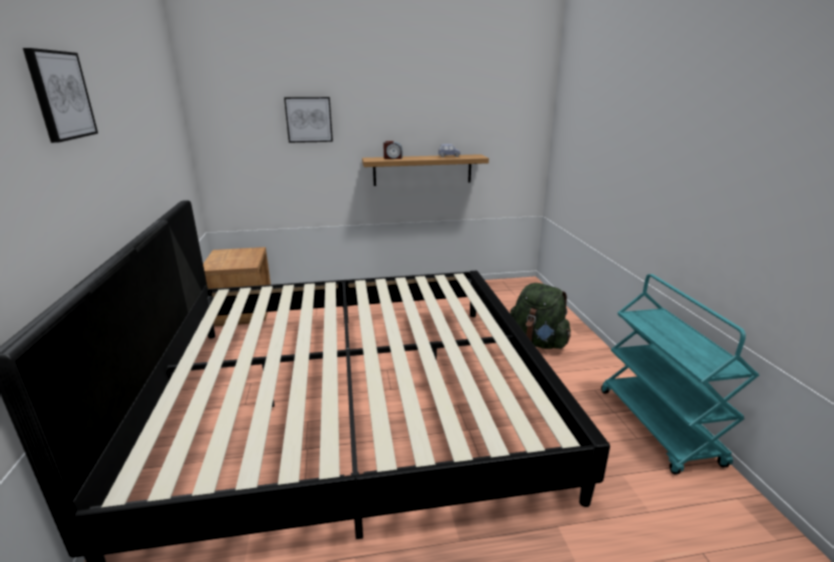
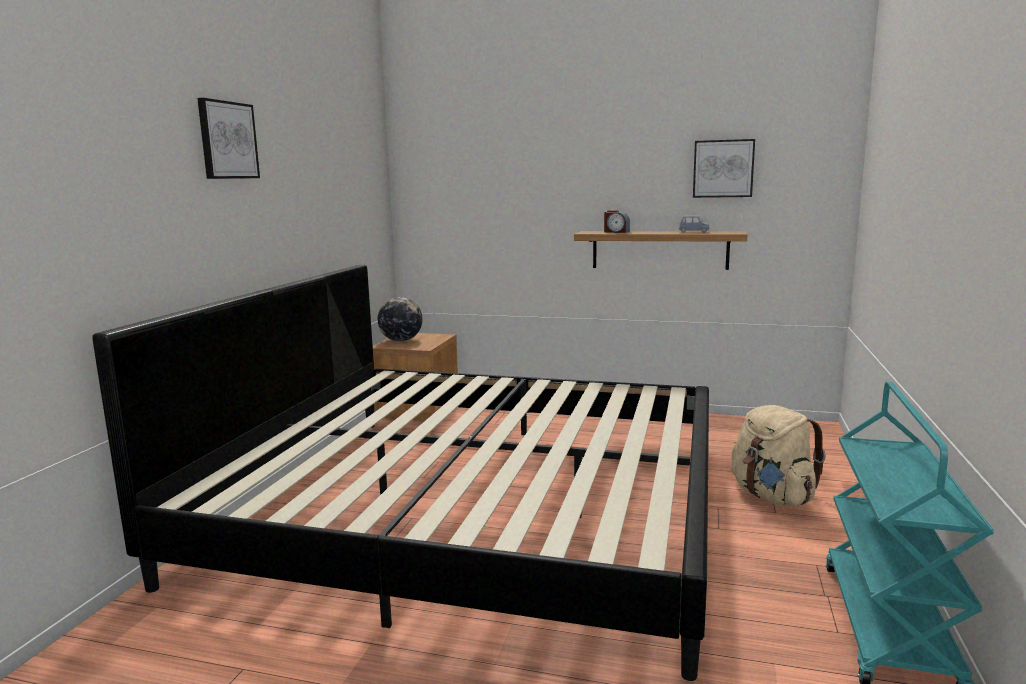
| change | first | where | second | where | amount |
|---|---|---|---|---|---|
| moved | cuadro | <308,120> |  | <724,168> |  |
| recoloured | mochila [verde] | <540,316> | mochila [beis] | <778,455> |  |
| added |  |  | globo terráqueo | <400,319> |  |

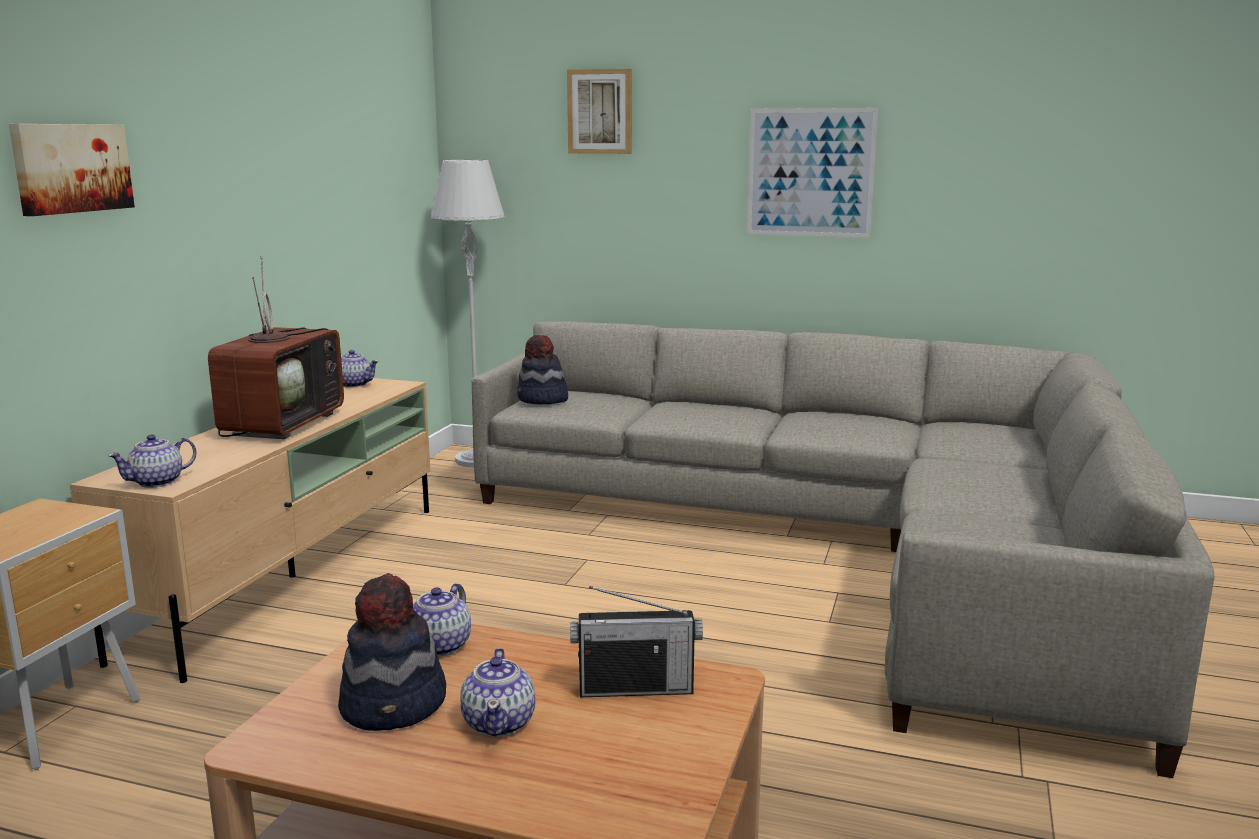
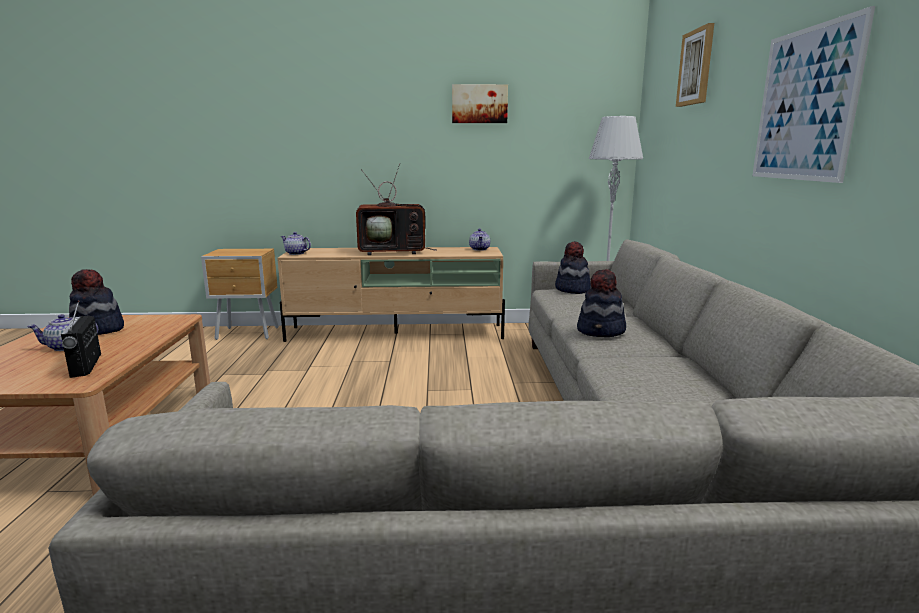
| change | first | where | second | where | amount |
|---|---|---|---|---|---|
| moved | cuadro | <72,170> |  | <480,103> |  |
| removed | tetera | <442,619> |  |  |  |
| added |  |  | sombrero | <601,303> |  |

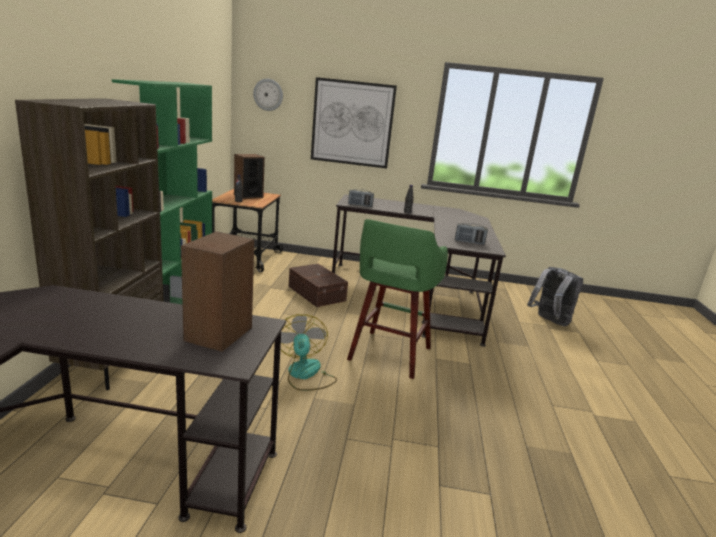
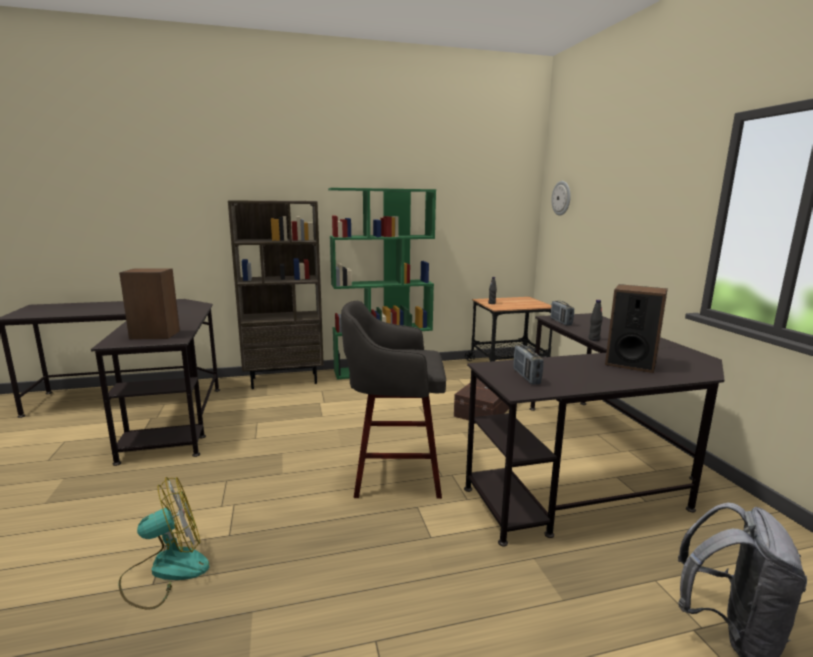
| change | first | where | second | where | amount |
|---|---|---|---|---|---|
| removed | cuadro | <354,123> |  |  |  |
| moved | altavoz | <249,176> |  | <636,328> |  |
| recoloured | taburete [verde] | <397,299> | taburete [gris] | <393,400> |  |
| moved | ventilador | <308,352> |  | <164,543> |  |

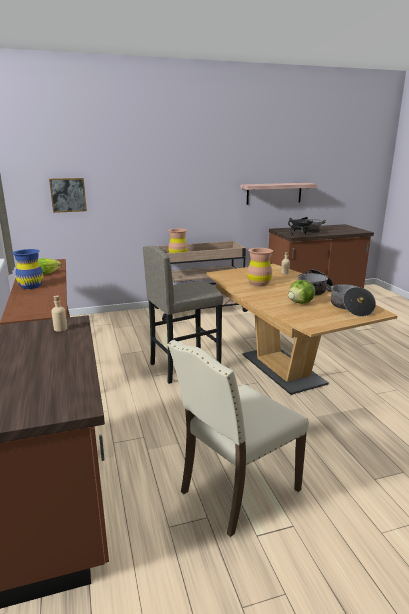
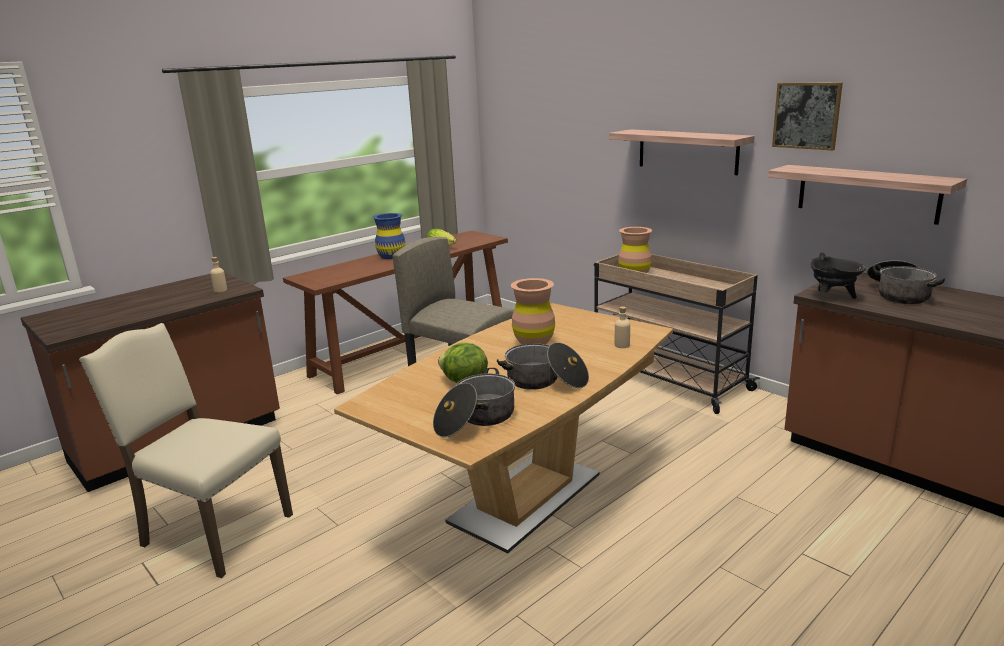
| change | first | where | second | where | amount |
|---|---|---|---|---|---|
| moved | cuadro | <68,195> |  | <807,116> |  |
| added |  |  | estante | <682,152> |  |

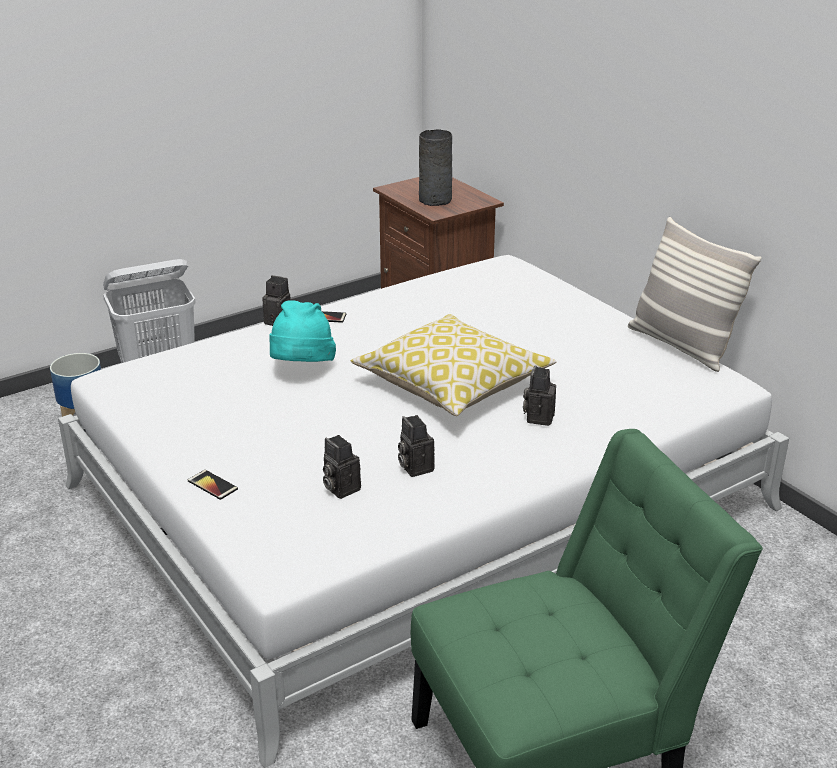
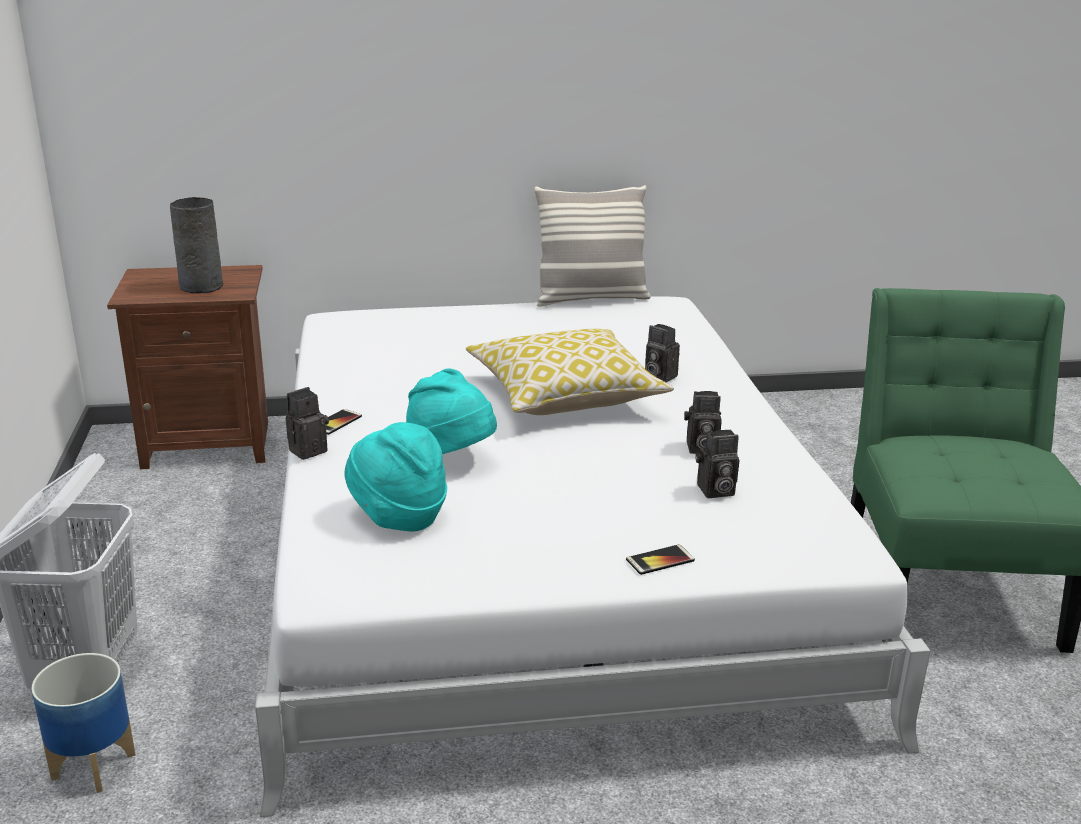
| change | first | where | second | where | amount |
|---|---|---|---|---|---|
| added |  |  | sombrero [turquesa] | <396,476> |  |

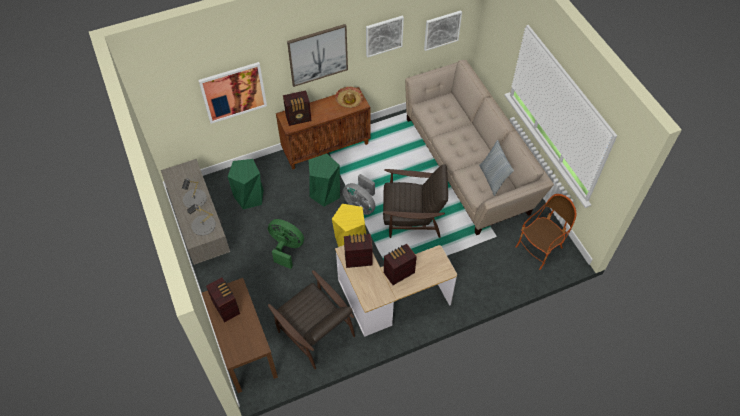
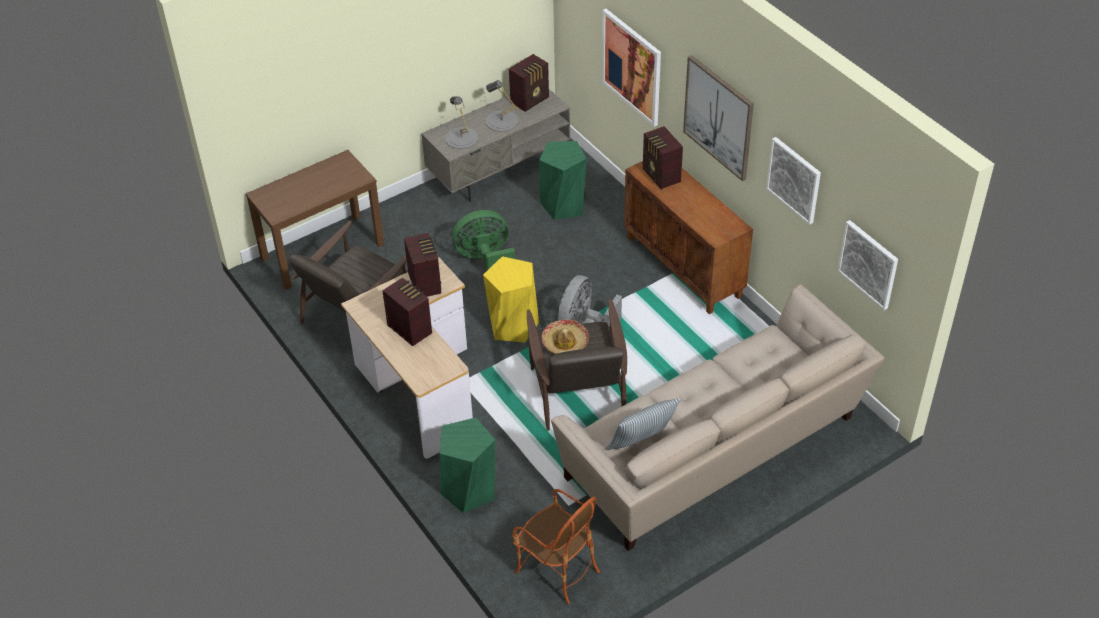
| change | first | where | second | where | amount |
|---|---|---|---|---|---|
| moved | sombrero | <349,97> |  | <565,336> |  |
| moved | taburete [verde] | <324,180> |  | <467,465> |  |
| turned | ventilador [verde] | <286,244> |  | <483,240> | 120 degrees counterclockwise |
| moved | radio | <223,299> |  | <529,83> |  |

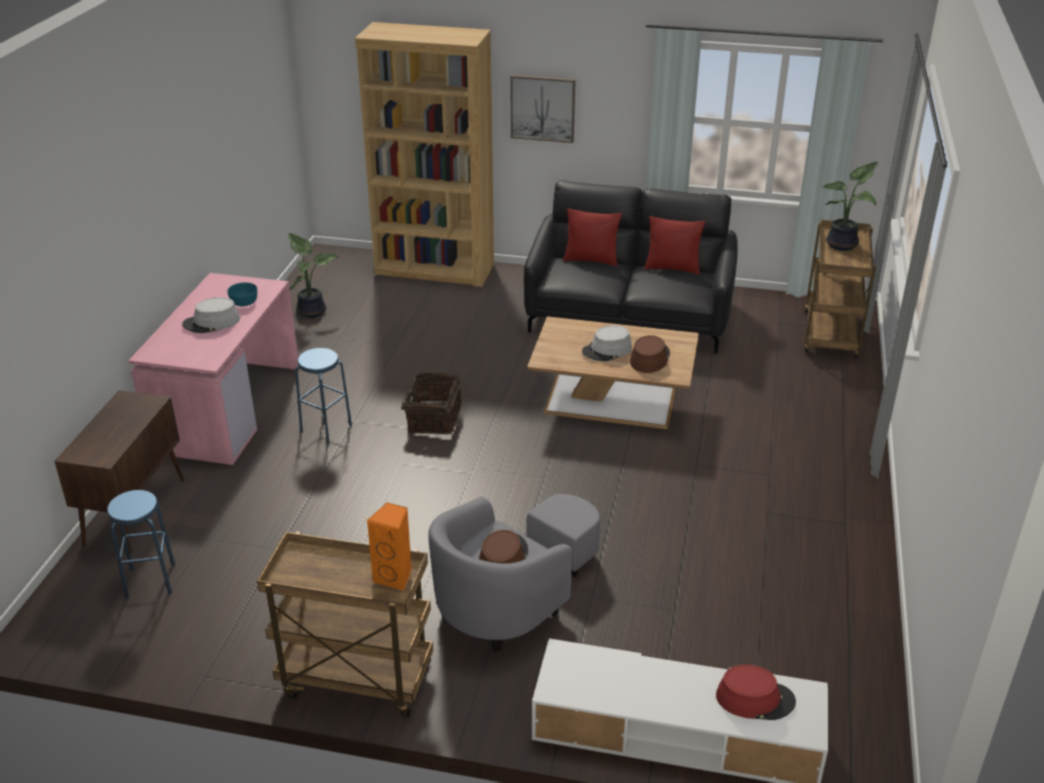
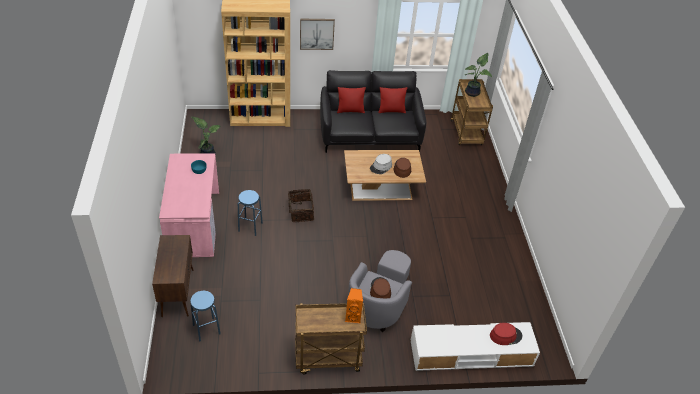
| change | first | where | second | where | amount |
|---|---|---|---|---|---|
| removed | sombrero [gris] | <211,315> |  |  |  |

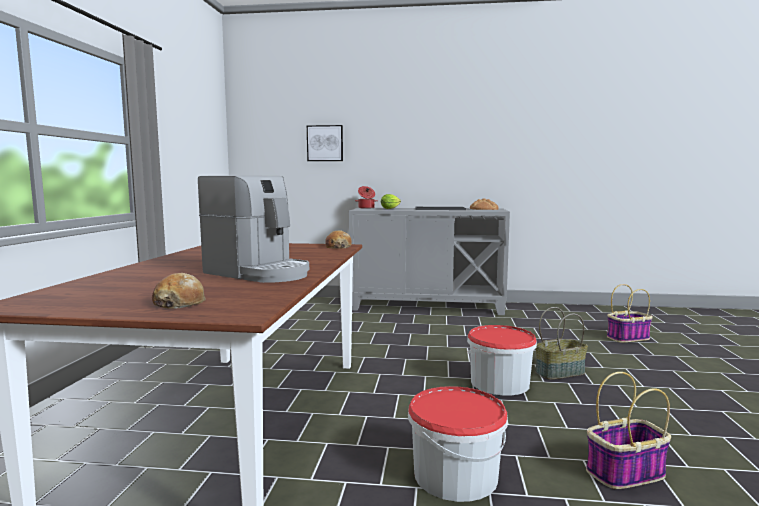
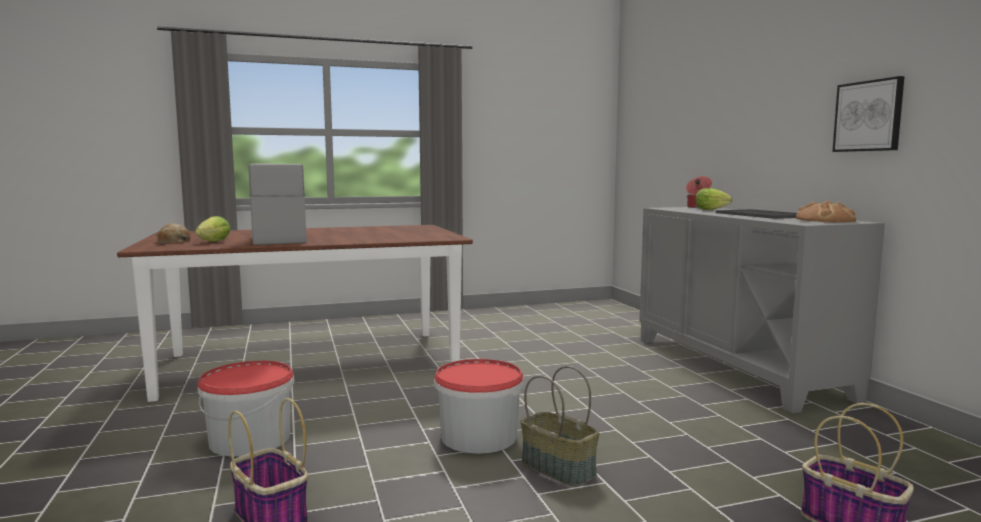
| change | first | where | second | where | amount |
|---|---|---|---|---|---|
| moved | cuadro | <325,143> |  | <868,114> |  |
| turned | cafetera | <253,229> |  | <278,204> | 150 degrees clockwise |
| removed | pan | <338,239> |  |  |  |
| added |  |  | lechuga | <213,229> |  |

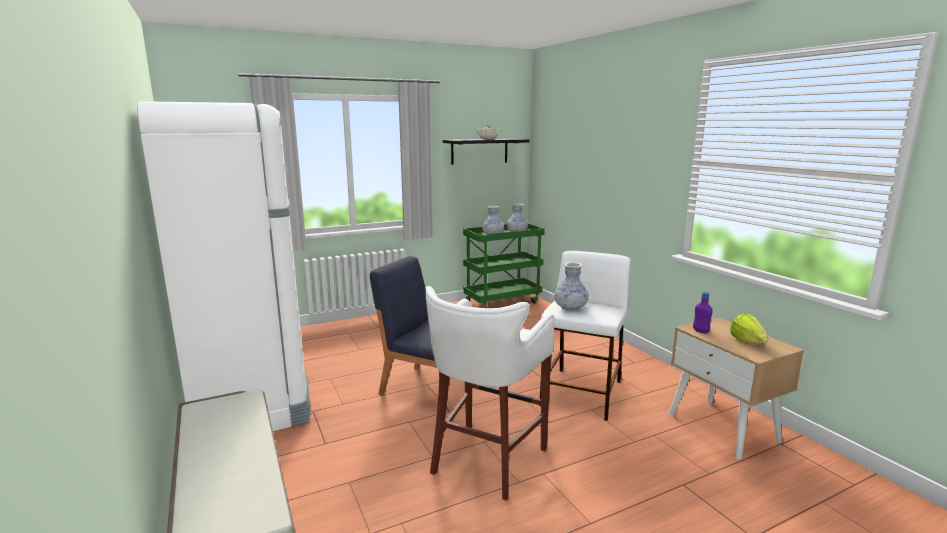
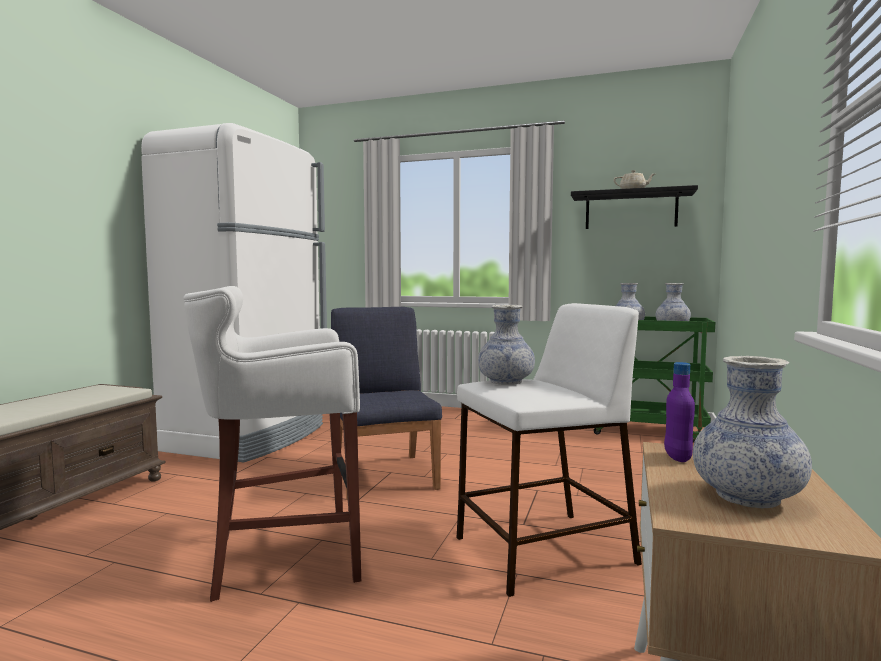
| change | first | where | second | where | amount |
|---|---|---|---|---|---|
| replaced | lechuga | <749,328> | florero | <752,432> |  |

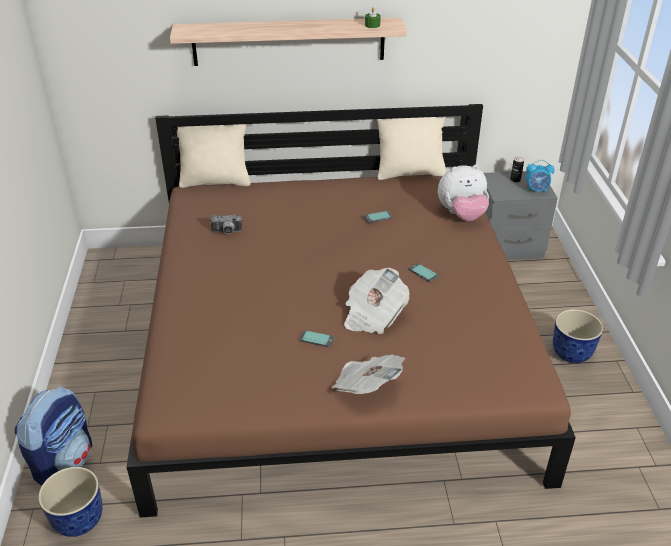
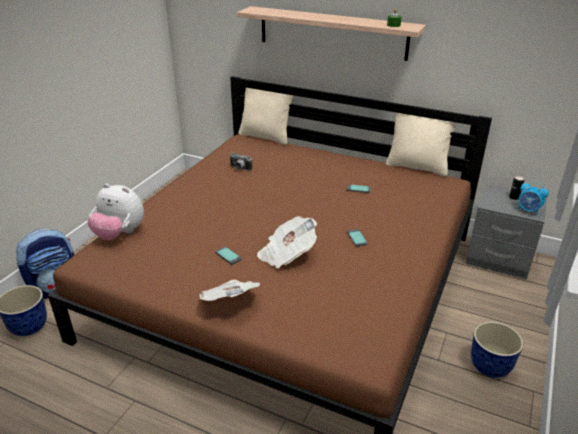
| change | first | where | second | where | amount |
|---|---|---|---|---|---|
| moved | peluche | <463,193> |  | <116,212> |  |

